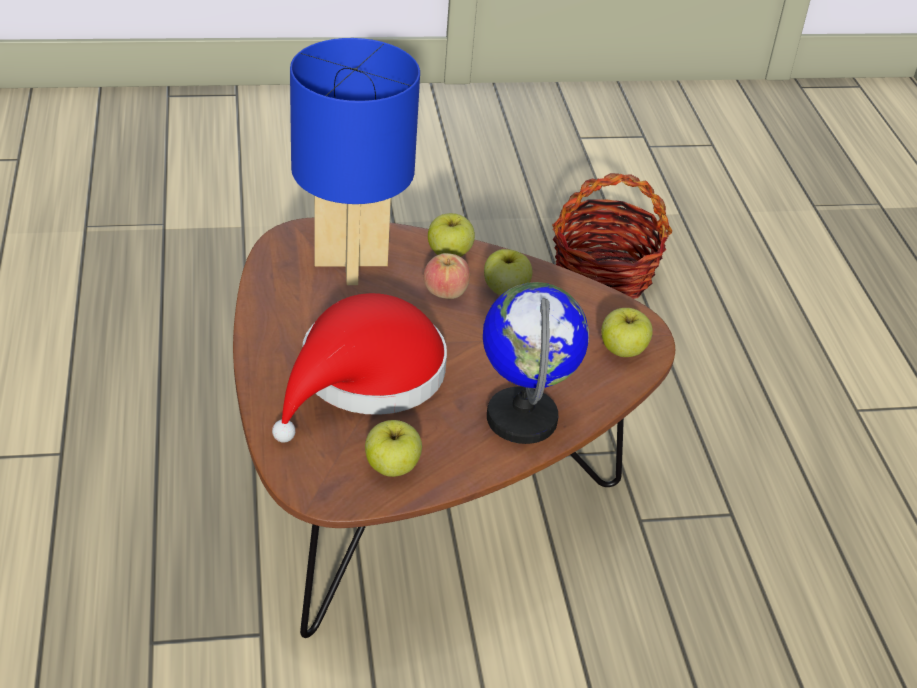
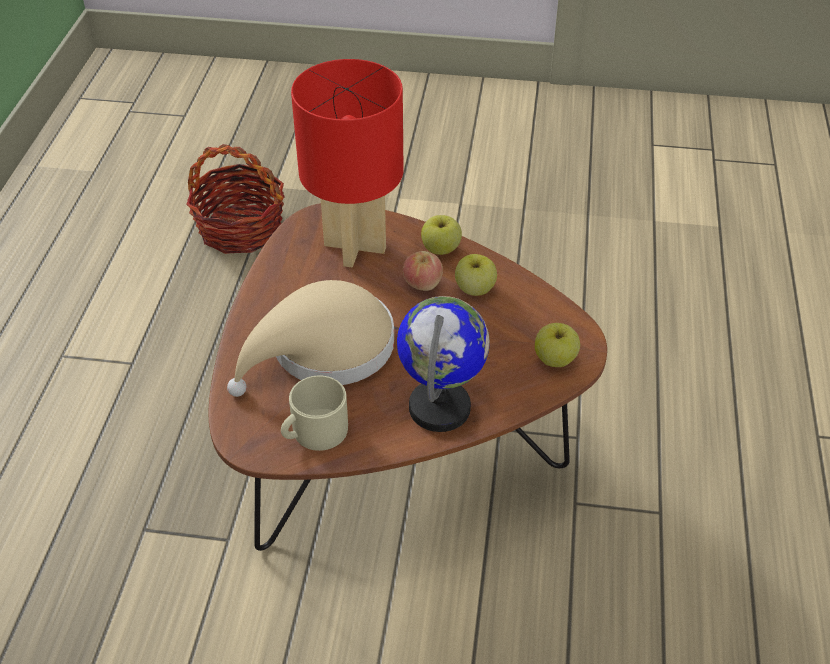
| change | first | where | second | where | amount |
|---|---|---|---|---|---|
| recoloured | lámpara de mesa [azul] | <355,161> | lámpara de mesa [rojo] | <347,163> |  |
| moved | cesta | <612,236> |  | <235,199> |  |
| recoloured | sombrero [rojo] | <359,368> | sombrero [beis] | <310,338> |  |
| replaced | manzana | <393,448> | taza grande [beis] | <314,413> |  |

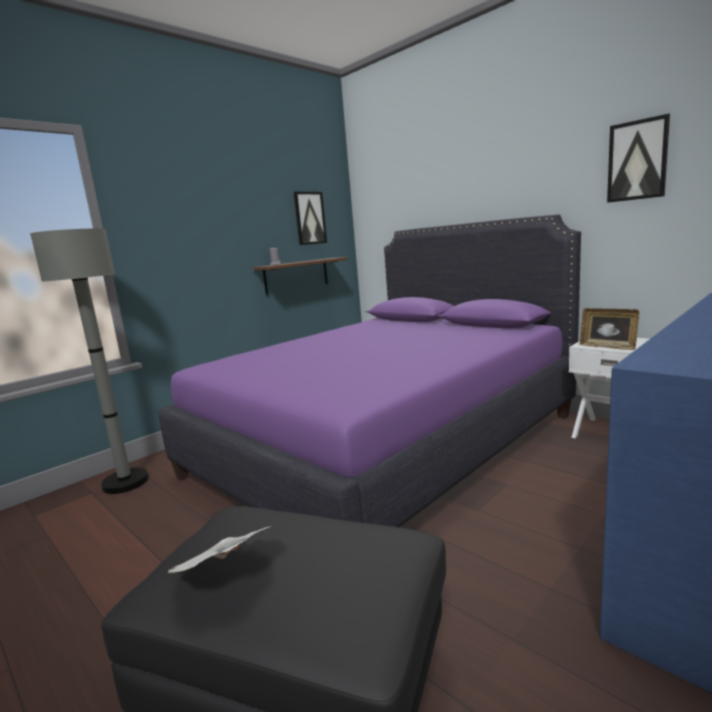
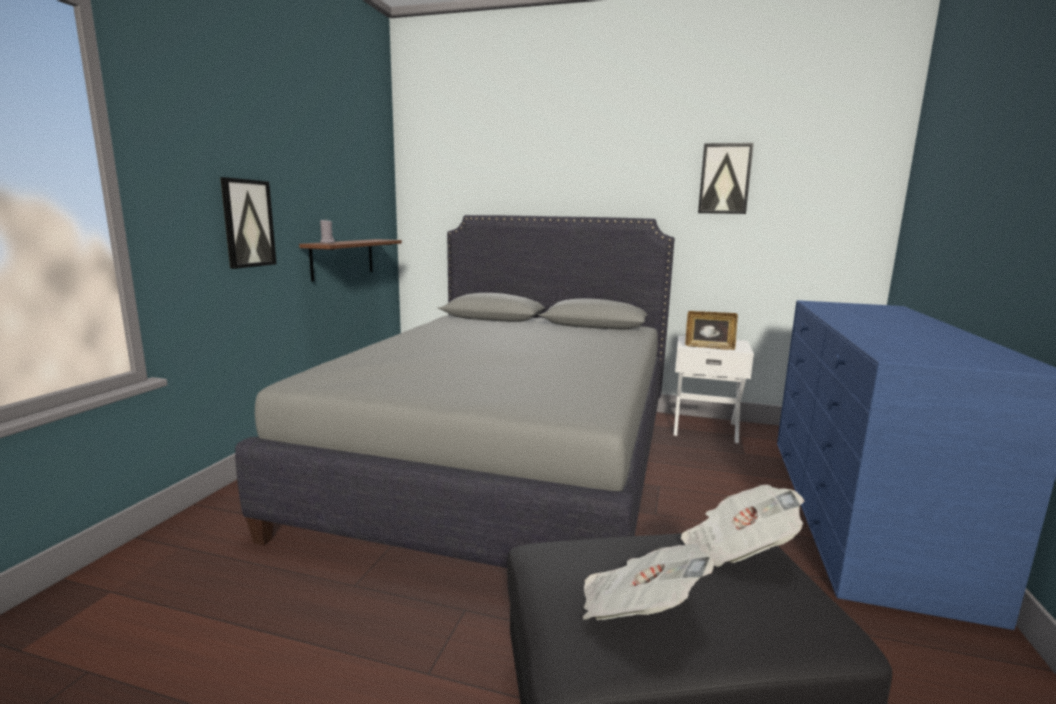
| change | first | where | second | where | amount |
|---|---|---|---|---|---|
| moved | cuadro | <310,218> |  | <248,223> |  |
| recoloured | cama [morado] | <370,371> | cama [gris] | <455,391> |  |
| removed | lámpara de pie [gris] | <89,361> |  |  |  |
| added |  |  | periódico | <742,526> |  |

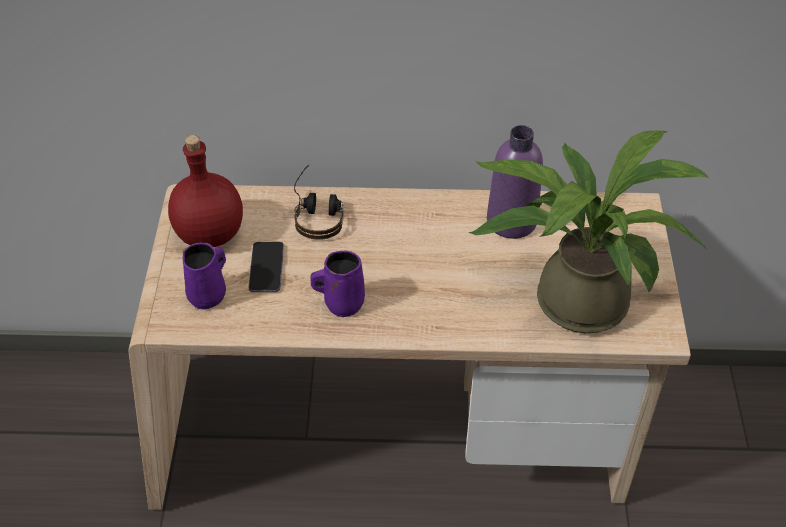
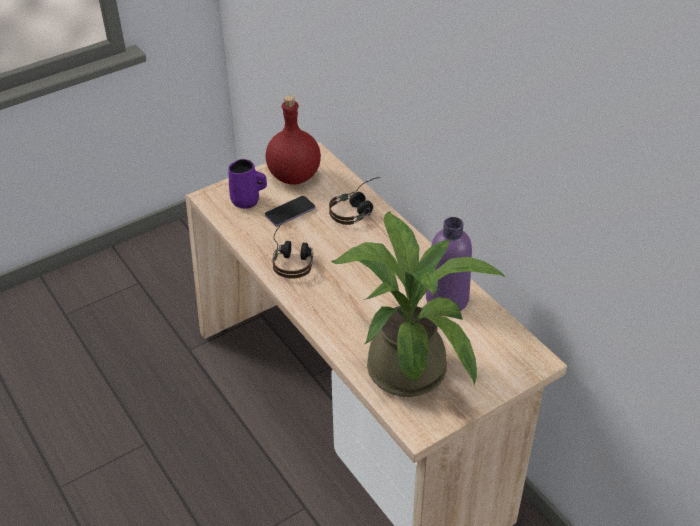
| change | first | where | second | where | amount |
|---|---|---|---|---|---|
| replaced | taza grande [morado] | <337,283> | auriculares | <292,248> |  |

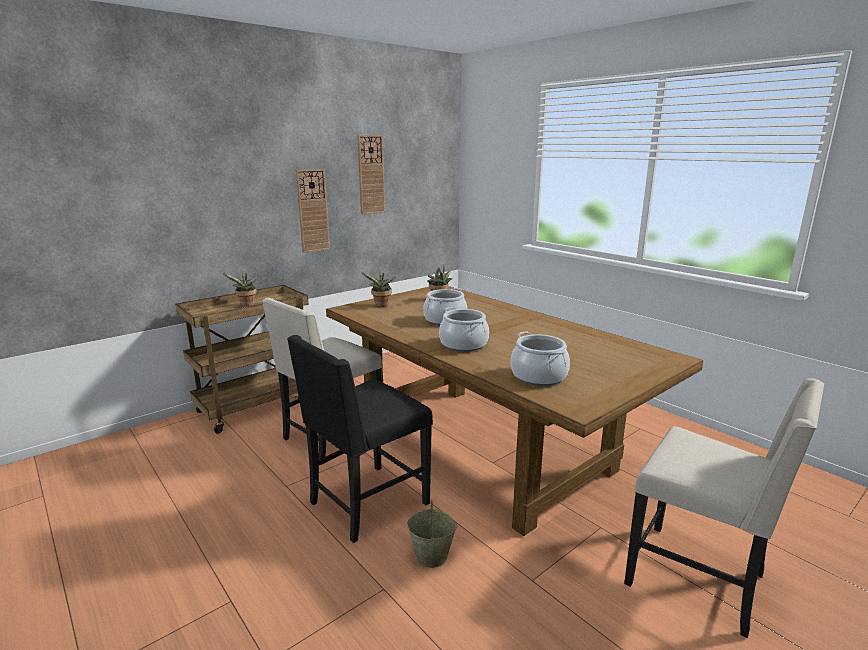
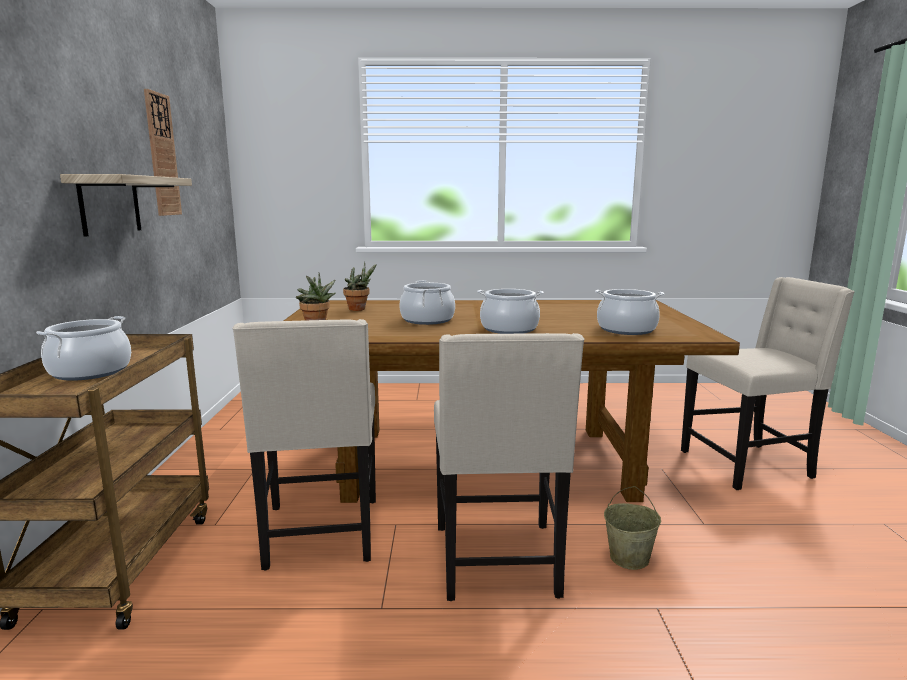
| change | first | where | second | where | amount |
|---|---|---|---|---|---|
| replaced | reloj de pared | <313,211> | estante | <126,205> |  |
| replaced | planta en maceta | <241,289> | olla | <83,348> |  |
| recoloured | silla [negro] | <360,439> | silla [beis] | <509,467> |  |

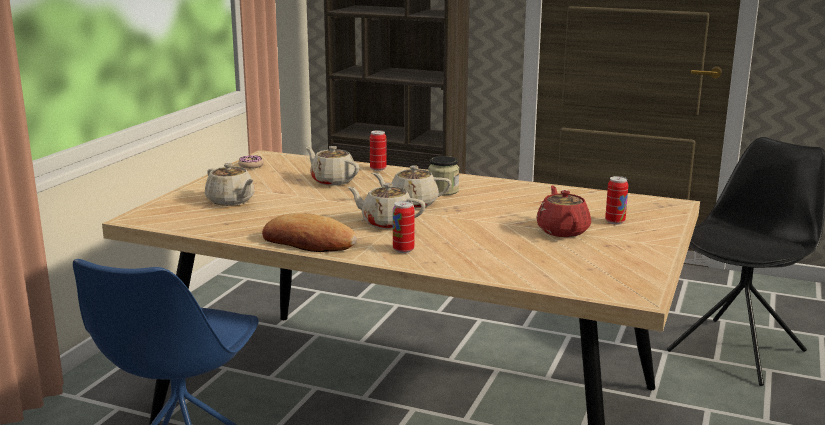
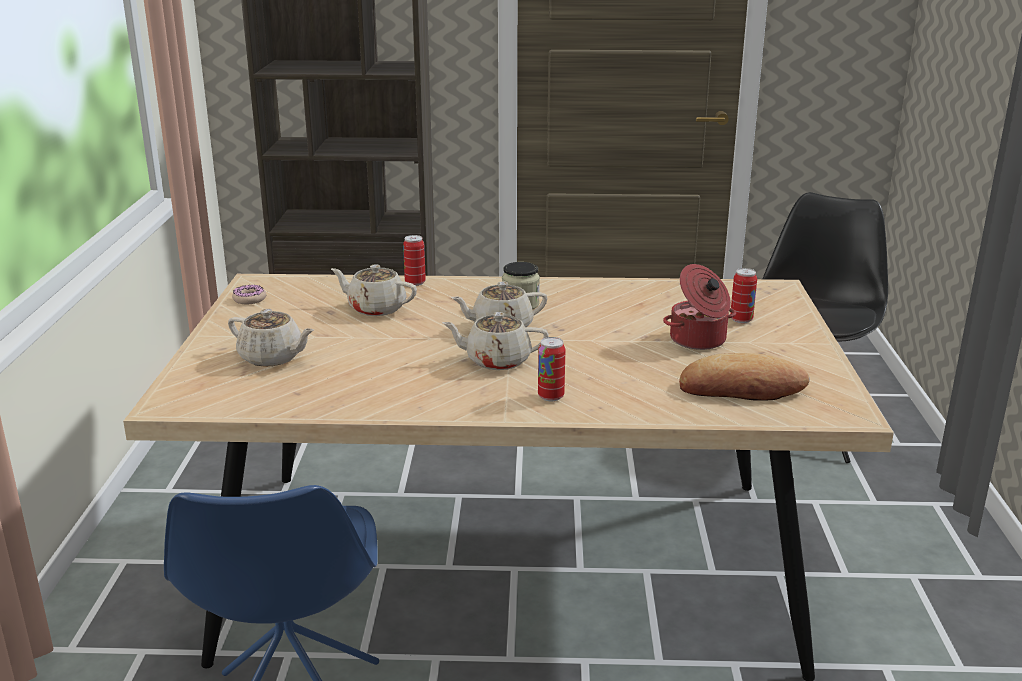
| change | first | where | second | where | amount |
|---|---|---|---|---|---|
| replaced | tetera [rojo] | <563,211> | olla | <699,307> |  |
| moved | pan | <309,232> |  | <744,377> |  |

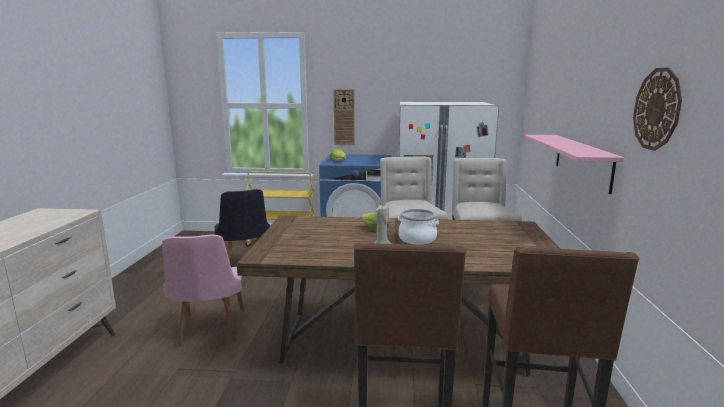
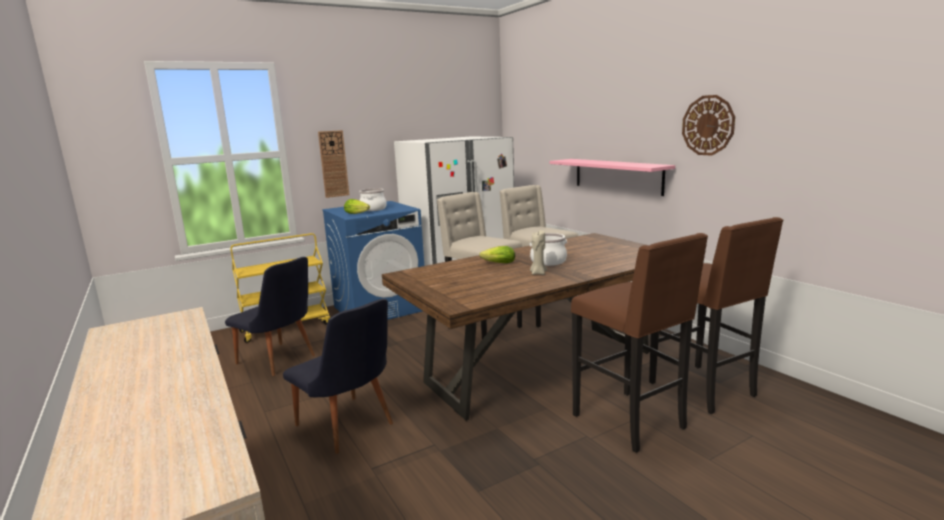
| change | first | where | second | where | amount |
|---|---|---|---|---|---|
| recoloured | silla [rosa] | <203,290> | silla [negro] | <338,376> |  |
| added |  |  | olla | <373,199> |  |

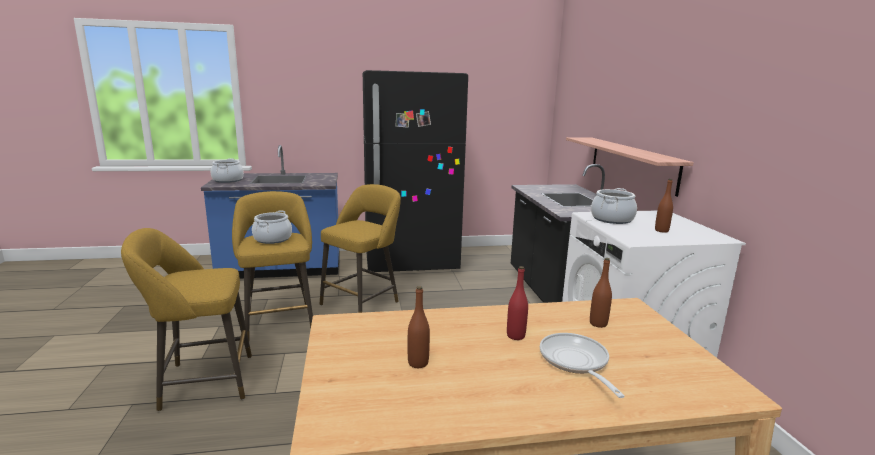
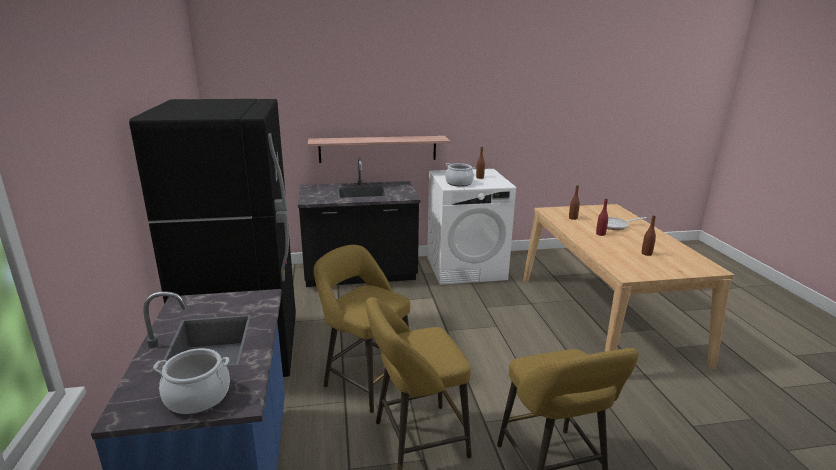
| change | first | where | second | where | amount |
|---|---|---|---|---|---|
| removed | olla | <272,227> |  |  |  |

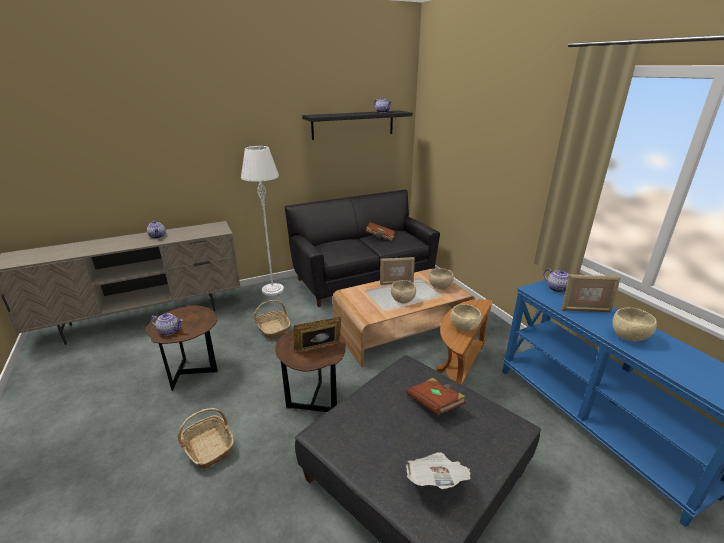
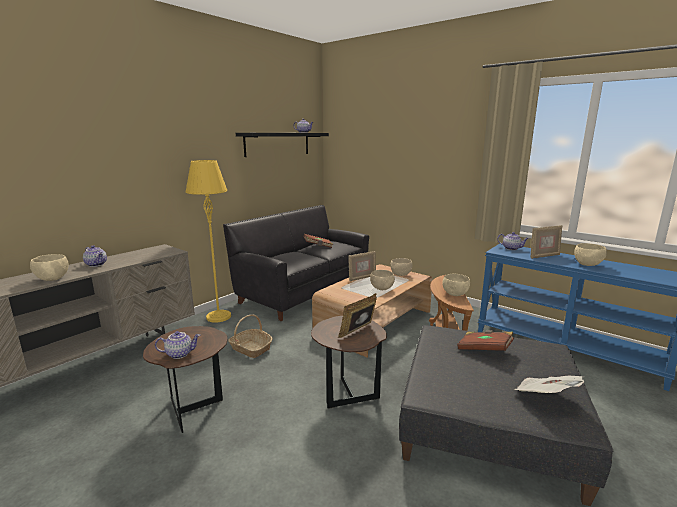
| change | first | where | second | where | amount |
|---|---|---|---|---|---|
| recoloured | lámpara de pie [blanco] | <262,221> | lámpara de pie [amarillo] | <208,241> |  |
| removed | cesta | <206,438> |  |  |  |
| added |  |  | cuenco [beis] | <49,267> |  |

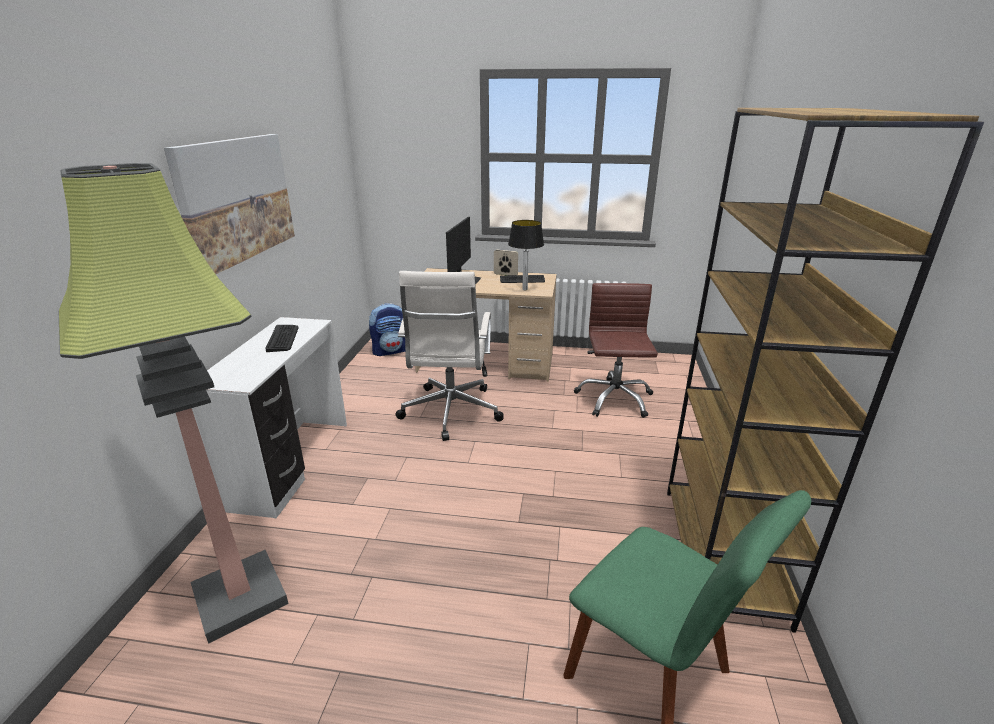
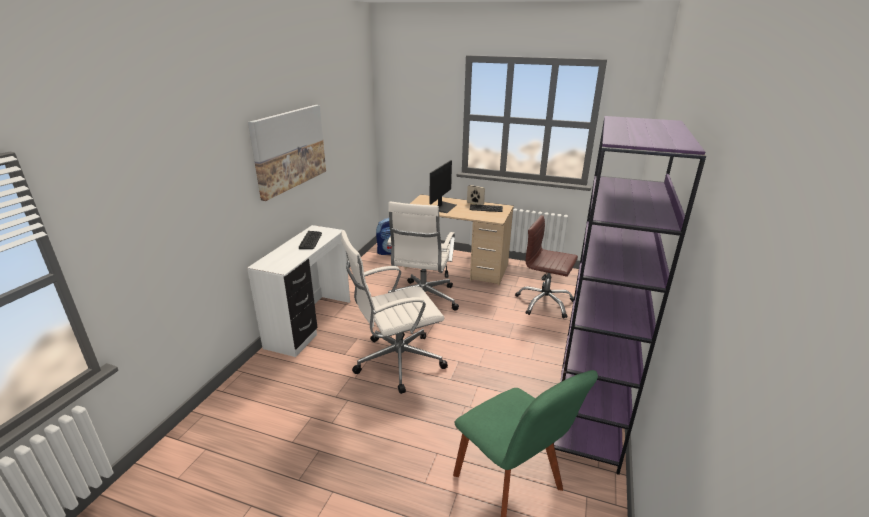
| change | first | where | second | where | amount |
|---|---|---|---|---|---|
| recoloured | estantería [marrón] | <825,370> | estantería [morado] | <630,295> |  |
| removed | lámpara de pie | <173,403> |  |  |  |
| removed | lámpara de mesa | <526,255> |  |  |  |
| turned | silla de oficina [marrón] | <616,350> |  | <546,266> | 75 degrees counterclockwise |
| added |  |  | silla de oficina [blanco] | <394,312> |  |

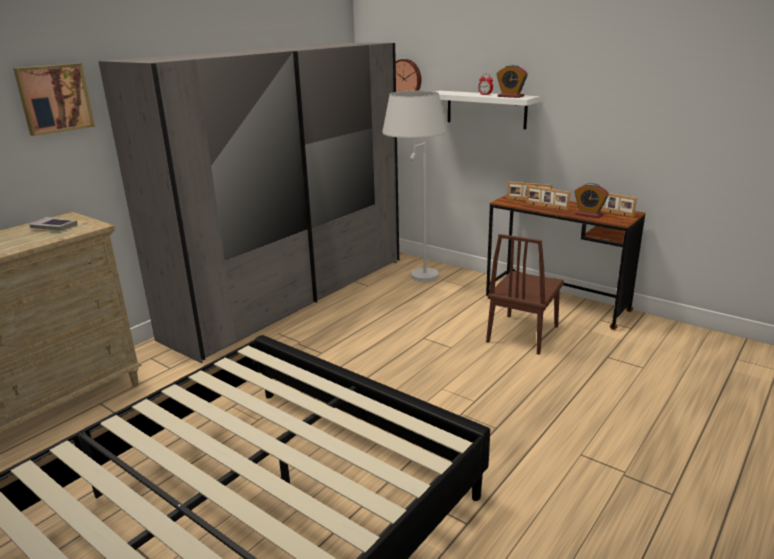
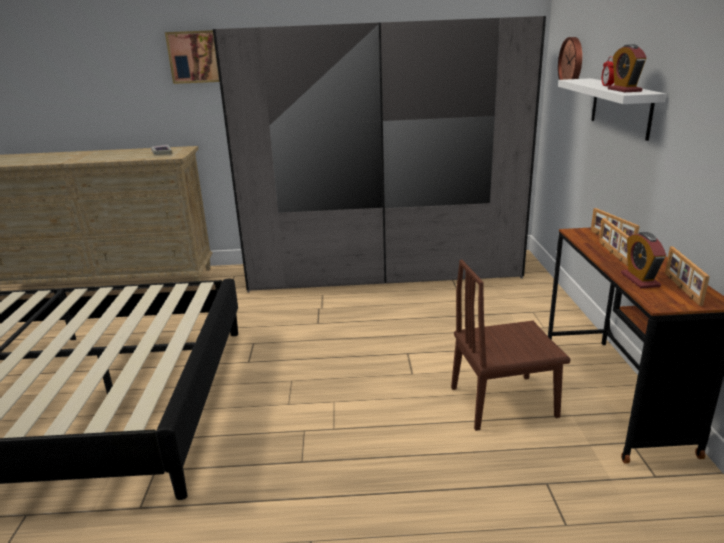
| change | first | where | second | where | amount |
|---|---|---|---|---|---|
| removed | lámpara de pie [blanco] | <414,186> |  |  |  |

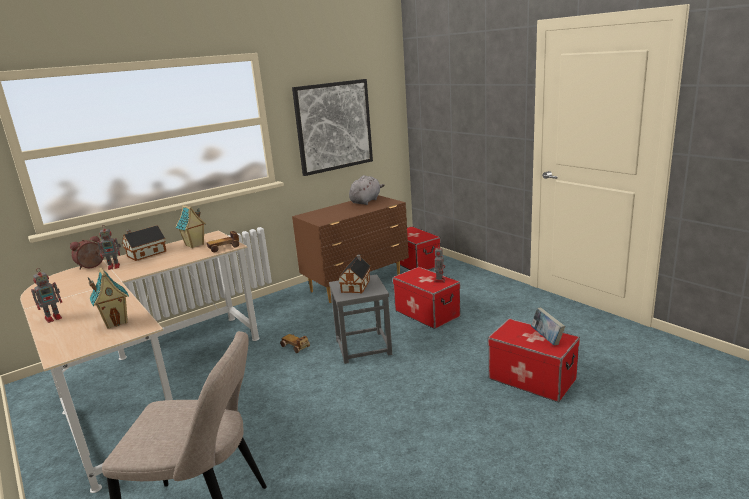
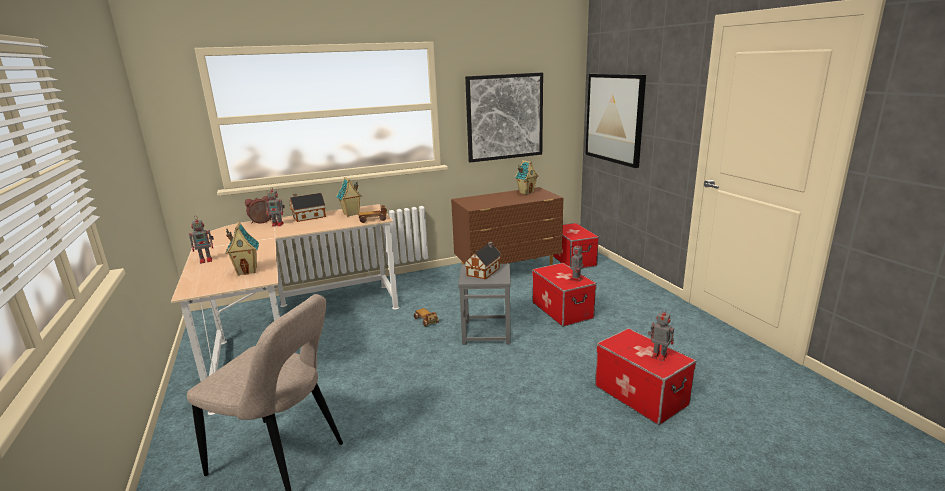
| change | first | where | second | where | amount |
|---|---|---|---|---|---|
| replaced | peluche [gris] | <367,190> | casita | <527,177> |  |
| replaced | libro | <548,327> | robot de juguete | <661,334> |  |
| added |  |  | cuadro | <616,121> |  |

